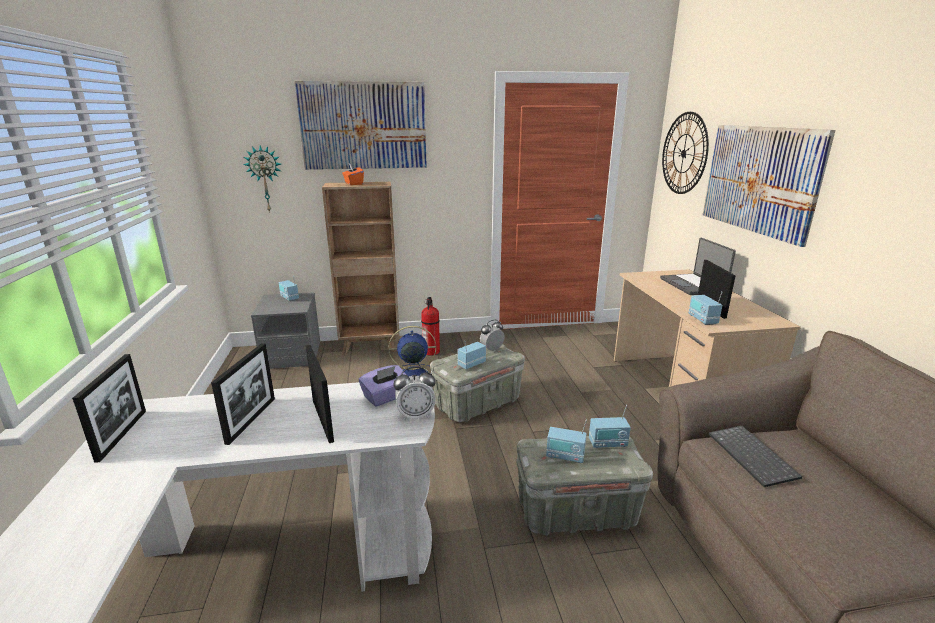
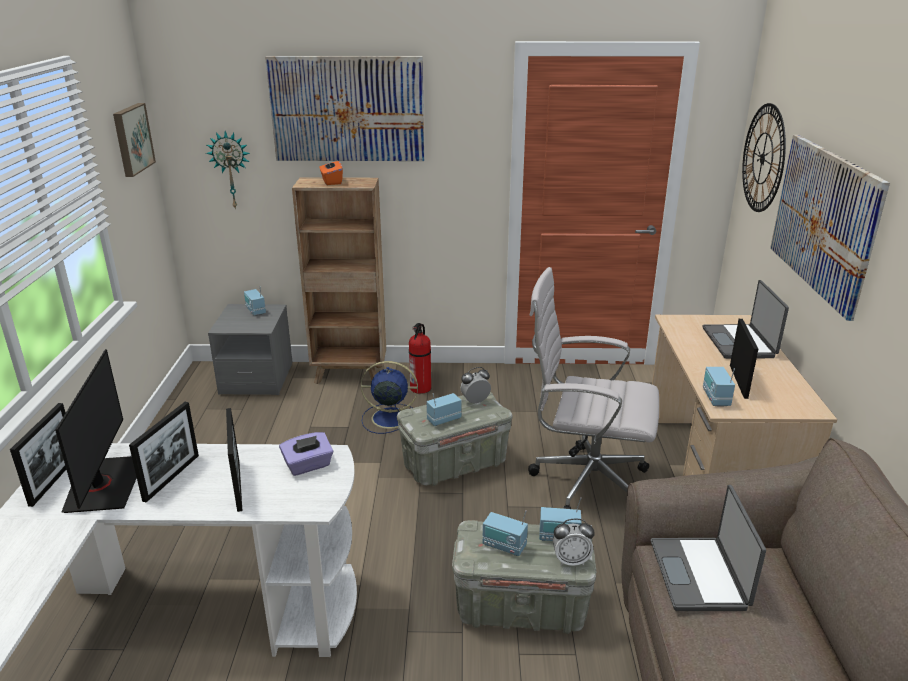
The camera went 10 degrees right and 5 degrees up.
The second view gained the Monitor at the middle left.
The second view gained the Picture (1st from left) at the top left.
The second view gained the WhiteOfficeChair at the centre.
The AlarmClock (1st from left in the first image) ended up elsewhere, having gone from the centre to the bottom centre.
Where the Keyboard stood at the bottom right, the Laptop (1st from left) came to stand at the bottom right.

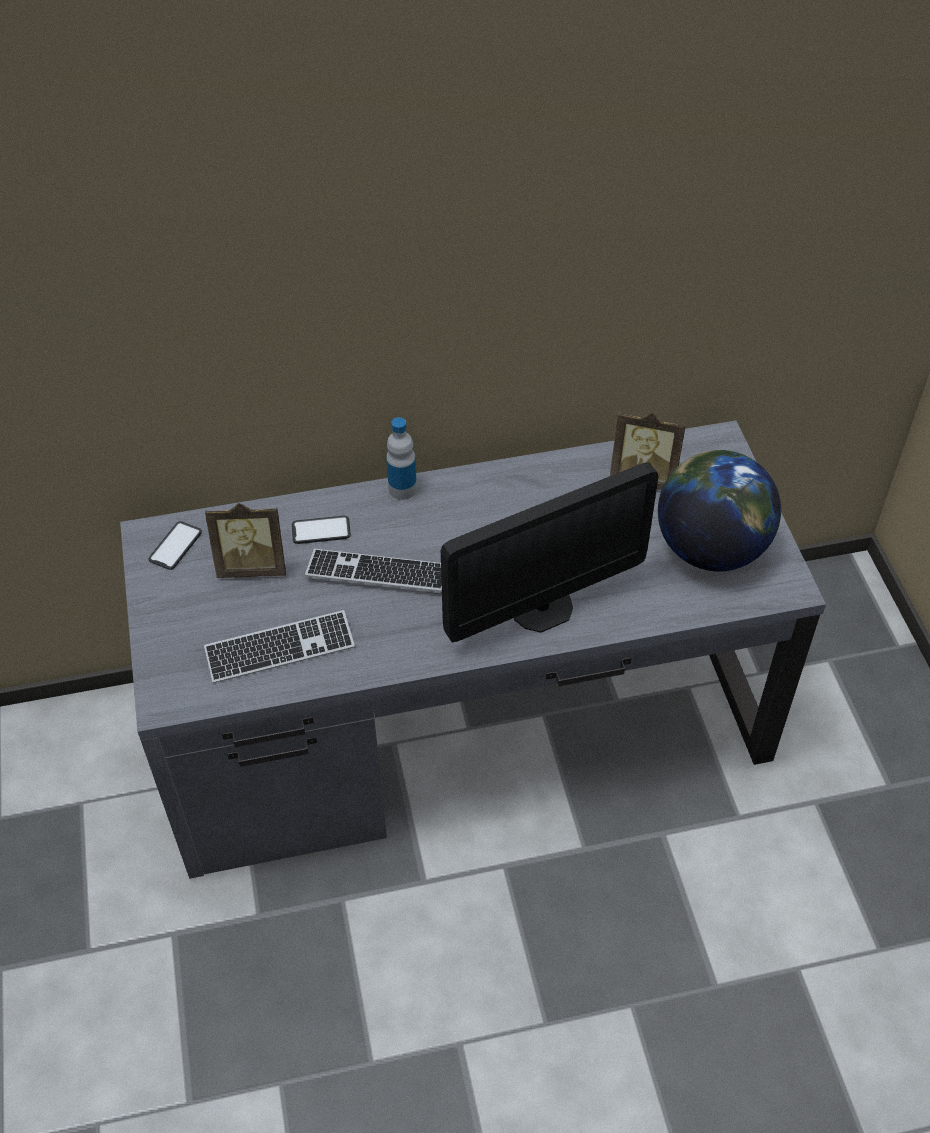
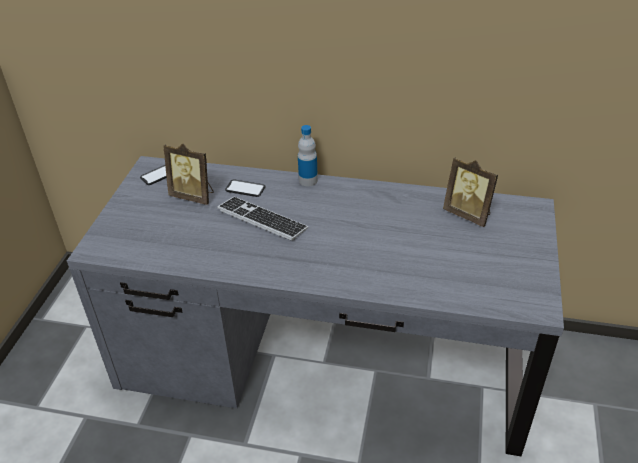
The camera went 25 degrees right and 10 degrees down.
The second view lost the Keyboard (1st from left) at the middle left.
The second view lost the Monitor at the centre.
The second view lost the Globe at the middle right.

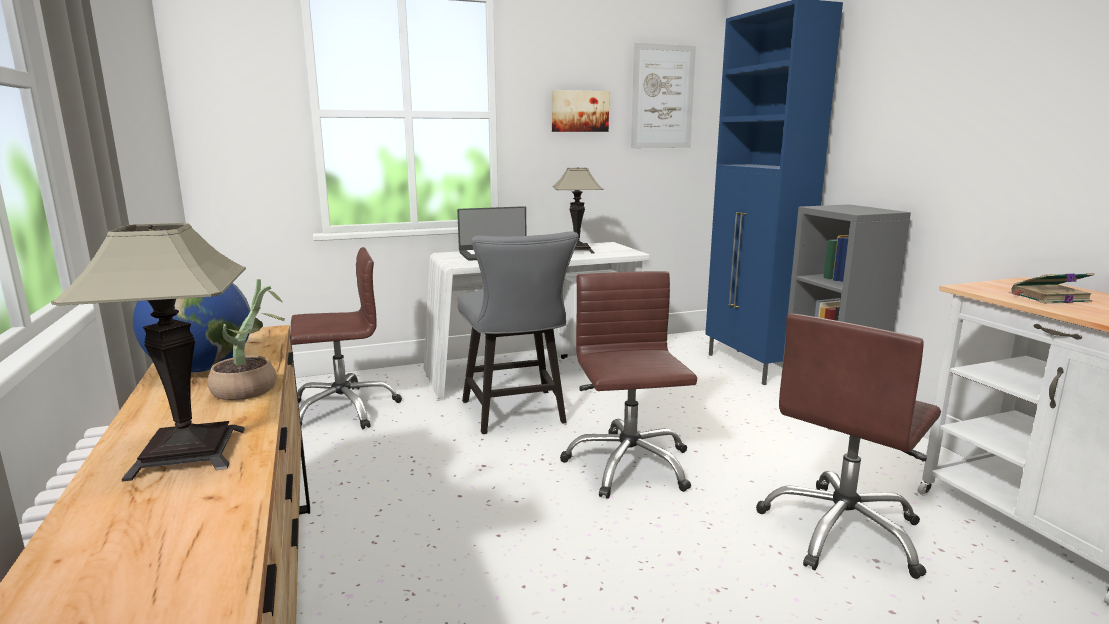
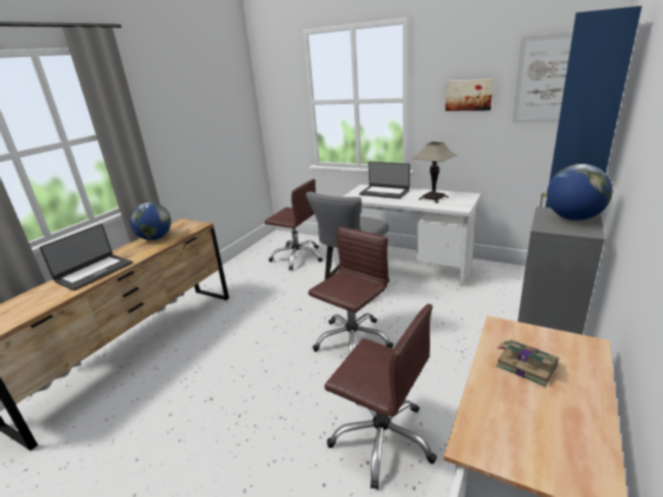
The camera went 50 degrees right and 10 degrees up.
Where the TableLamp (1st from left) stood at the middle left, the Laptop (1st from left) came to stand at the middle left.
The BrownOfficeChair (3rd from left) at the bottom right ended up facing another way, 150 degrees counterclockwise from before.
The second view gained the Globe (2nd from left) at the middle right.
The second view lost the PottedPlant at the middle left.

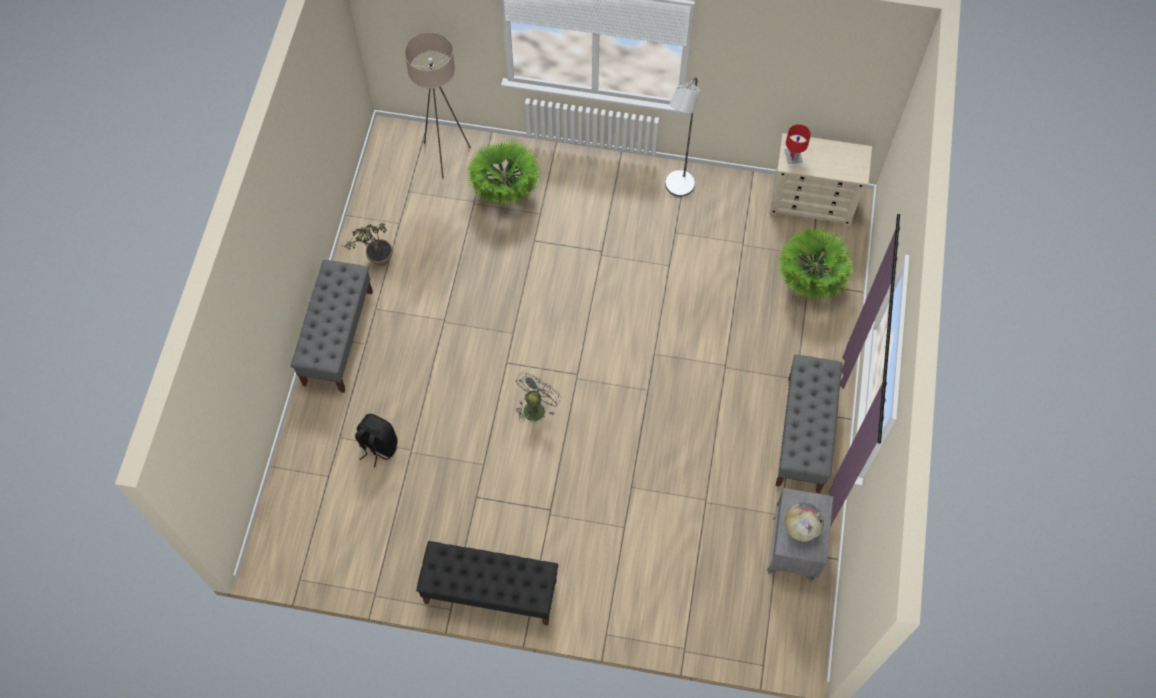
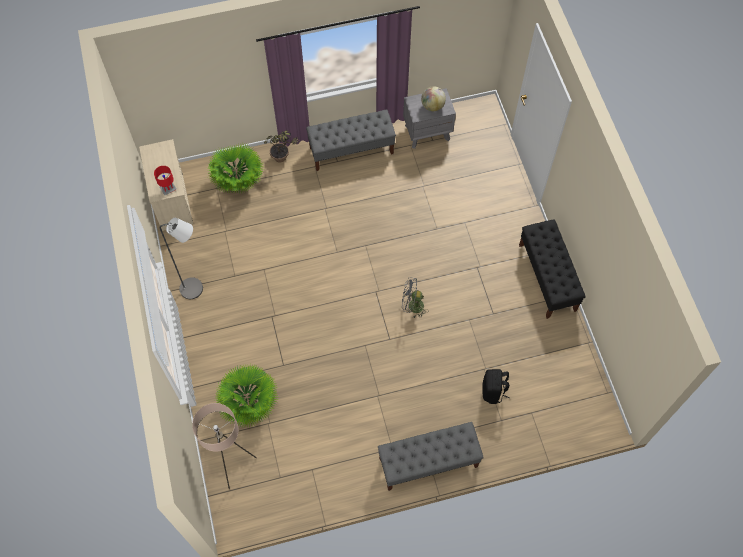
The camera went 115 degrees left and 0 degrees up.
The PottedPlant (1st from left in the first image) ended up elsewhere, having gone from the middle left to the top centre.

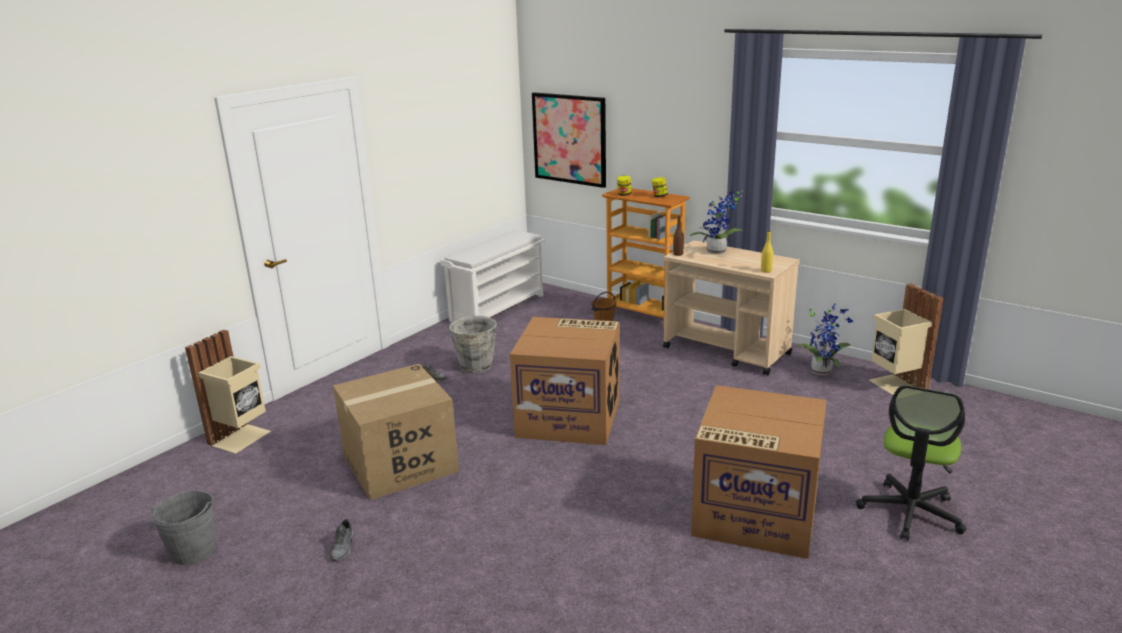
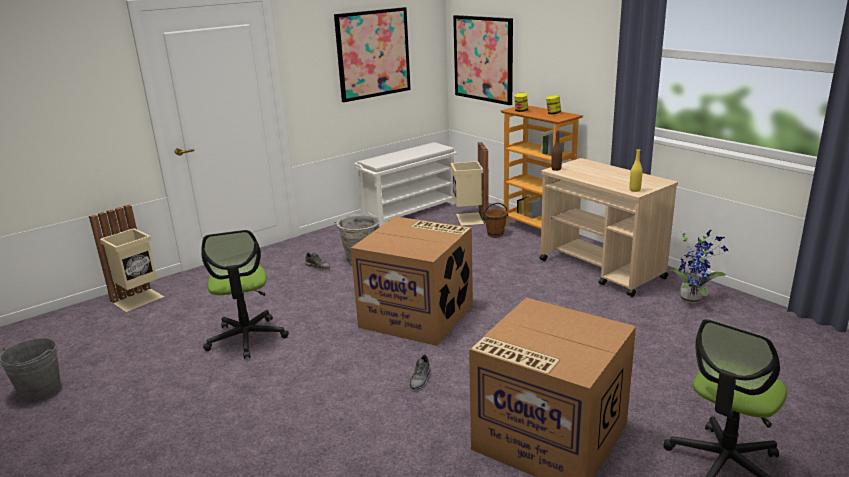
The camera went 15 degrees right and 0 degrees up.
Where the CardboardBox (1st from left) stood at the bottom centre, the OfficeChair (1st from left) came to stand at the middle left.
The second view gained the Picture (1st from left) at the top centre.
The GreyShoe (1st from left in the first image) ended up elsewhere, having gone from the bottom left to the bottom centre.
The BeigeTrashCan (2nd from left) ended up elsewhere, having gone from the middle right to the centre.
The second view lost the PottedPlant (1st from left) at the centre.

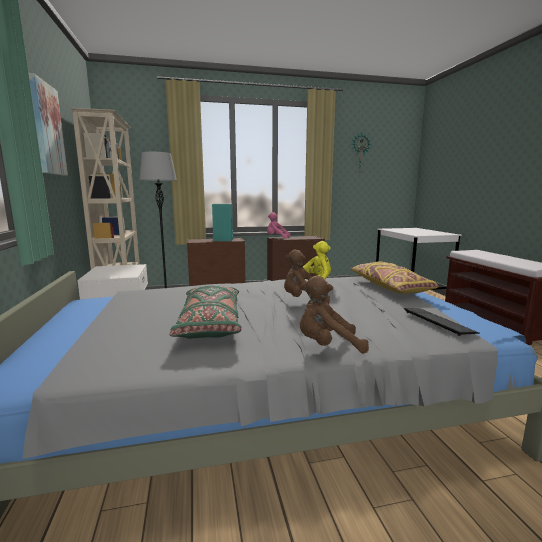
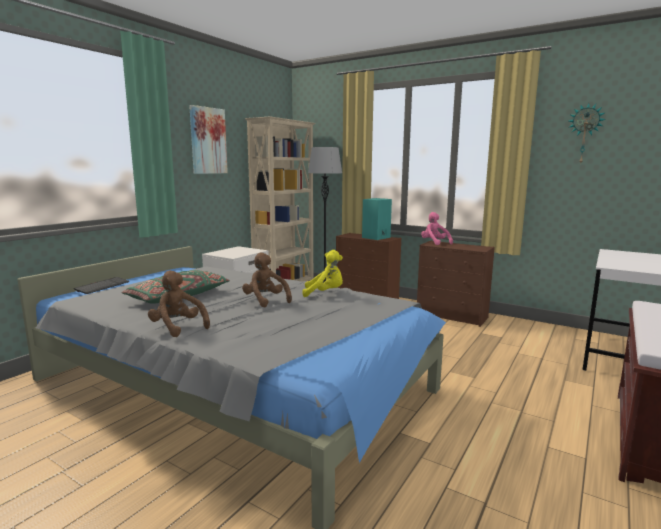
The camera went 45 degrees right and 0 degrees up.
The Keyboard ended up elsewhere, having gone from the middle right to the middle left.
The second view lost the YellowPillow at the middle right.

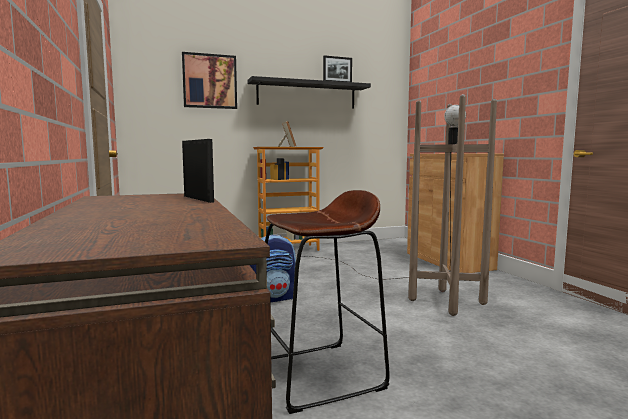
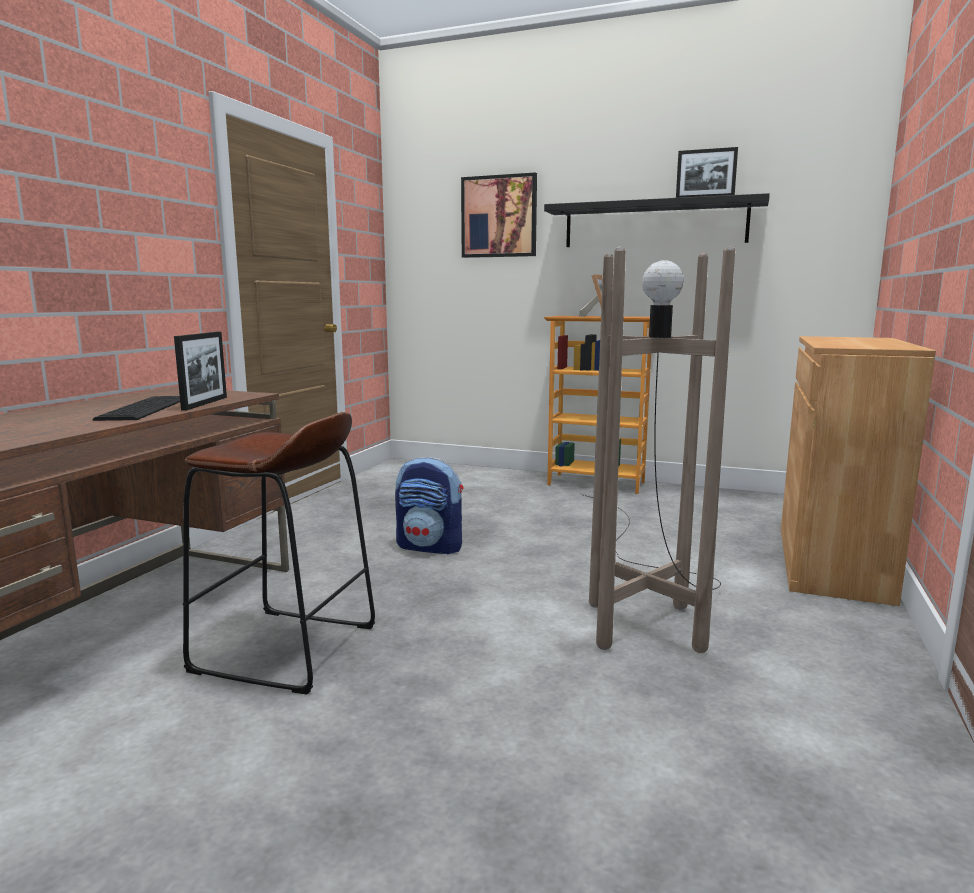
The camera went 40 degrees right and 5 degrees up.
The second view gained the Keyboard at the middle left.

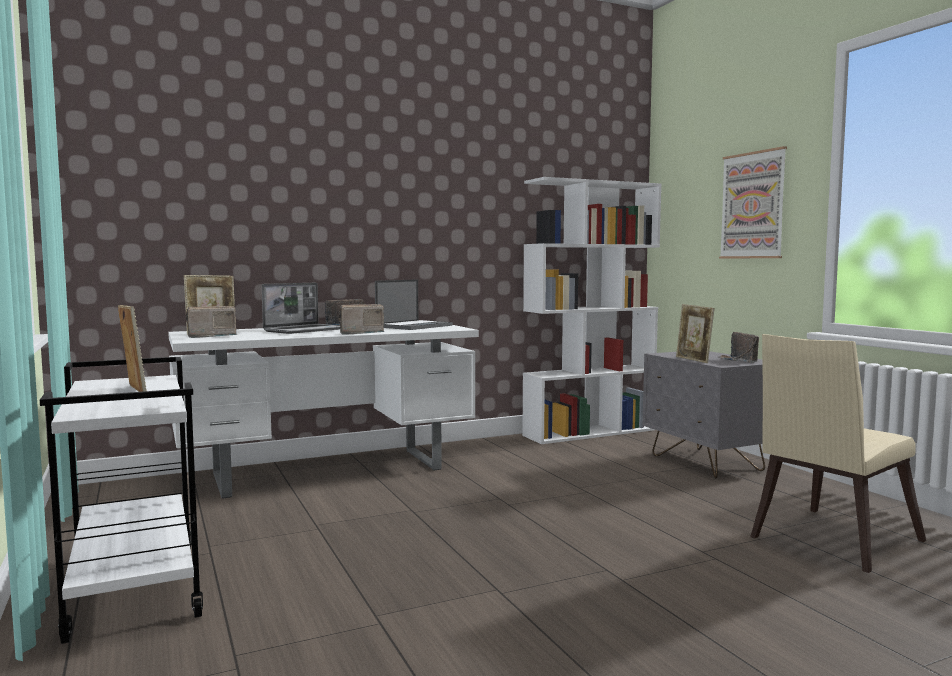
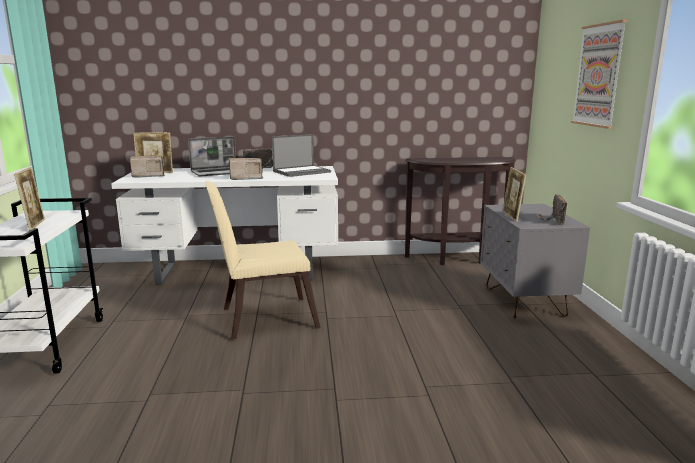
The camera went 20 degrees right and 10 degrees up.
The BeigeChair ended up elsewhere, having gone from the bottom right to the centre.
Where the WhiteBookcase stood at the centre, the BrownConsoleTable came to stand at the centre.

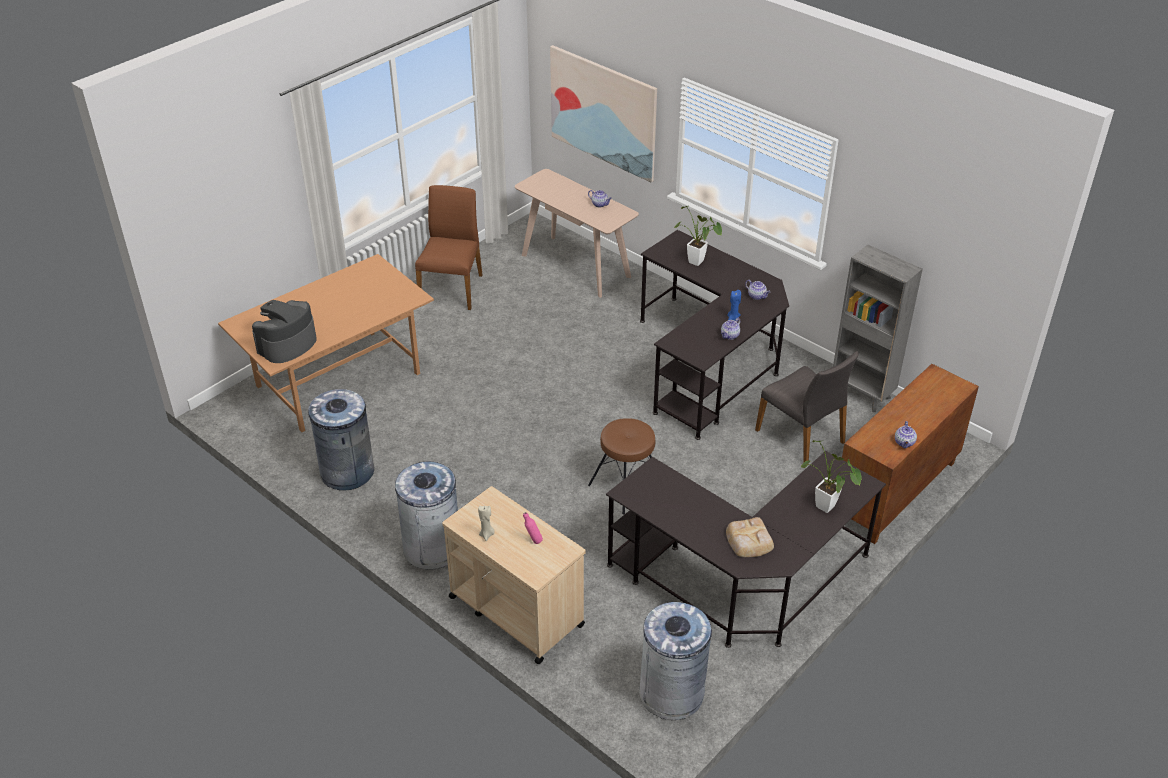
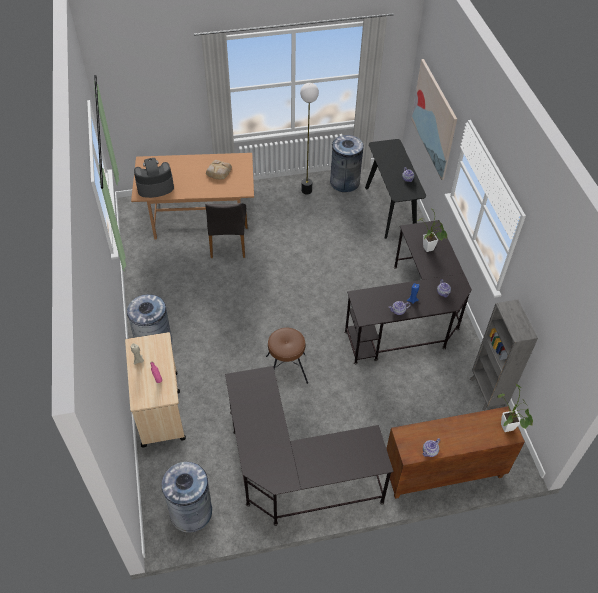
The camera went 35 degrees right and 10 degrees up.
The GreyChair ended up elsewhere, having gone from the middle right to the centre.
The Bread ended up elsewhere, having gone from the bottom centre to the top centre.
Where the BrownChair stood at the top centre, the FloorLamp came to stand at the top centre.
The GreyTrashCan (1st from left in the first image) ended up elsewhere, having gone from the middle left to the top centre.
What was the BeigeConsoleTable at the top centre turned into the BlackConsoleTable at the top centre.
The PottedPlant (2nd from left) ended up elsewhere, having gone from the middle right to the bottom right.

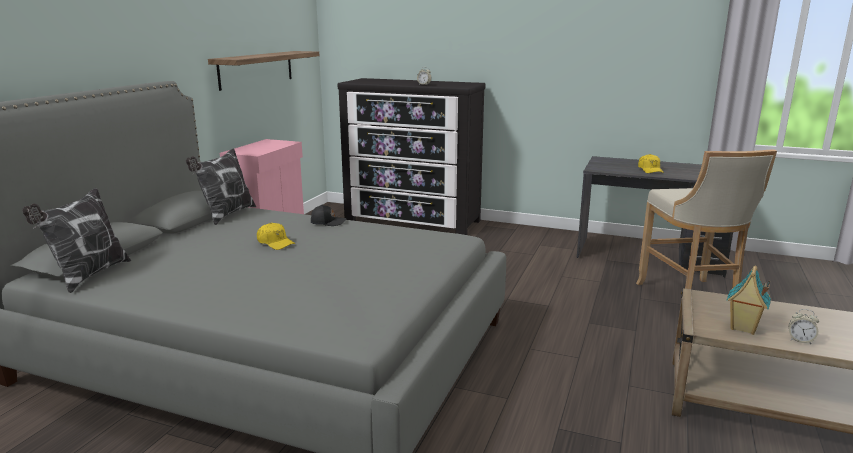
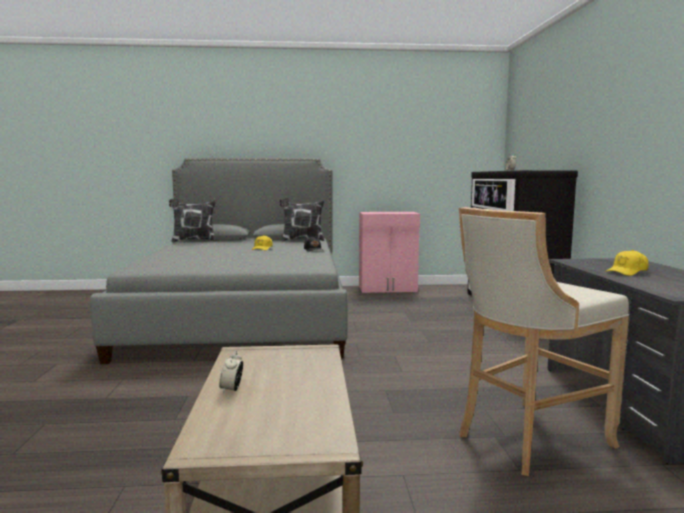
The camera went 65 degrees right and 10 degrees down.
The second view lost the Shelf at the top left.
The second view lost the ToyHouse at the middle right.

